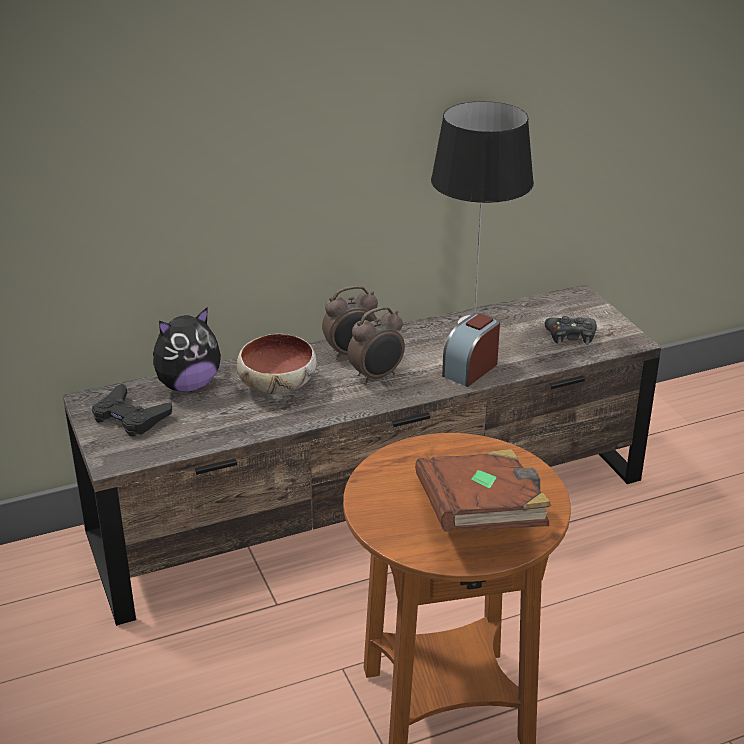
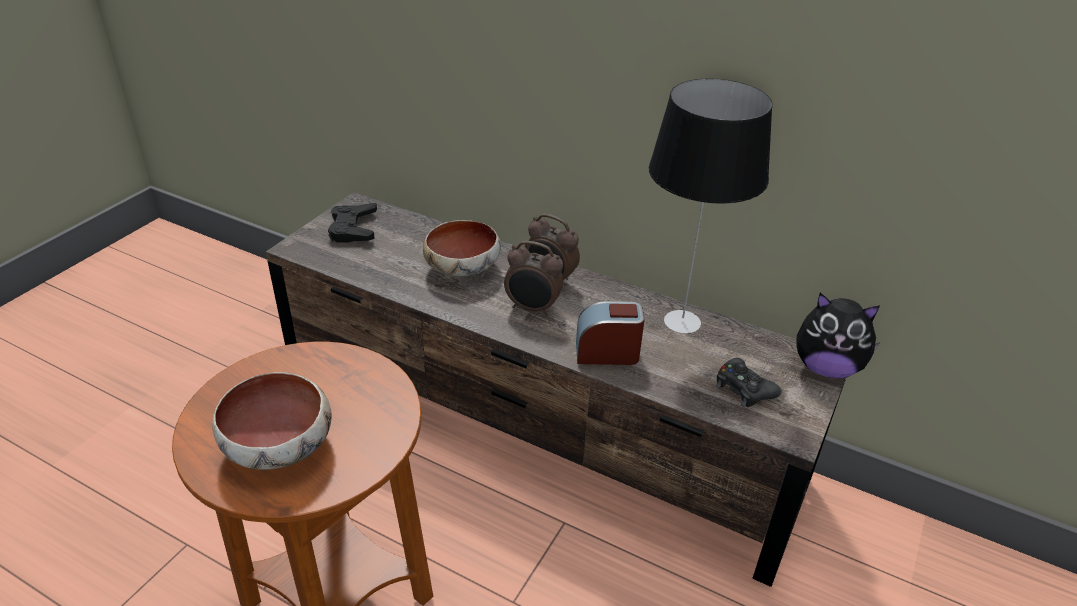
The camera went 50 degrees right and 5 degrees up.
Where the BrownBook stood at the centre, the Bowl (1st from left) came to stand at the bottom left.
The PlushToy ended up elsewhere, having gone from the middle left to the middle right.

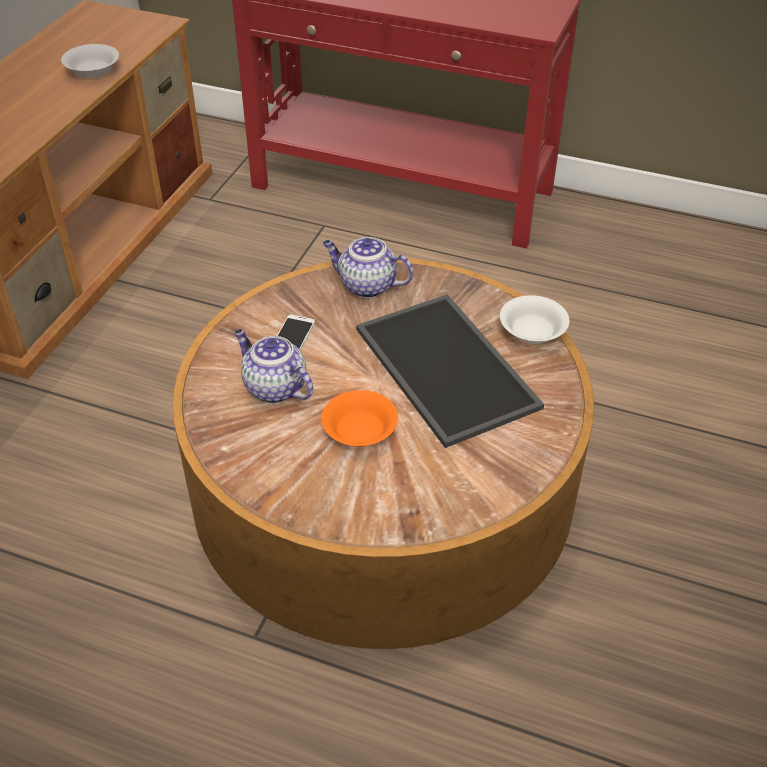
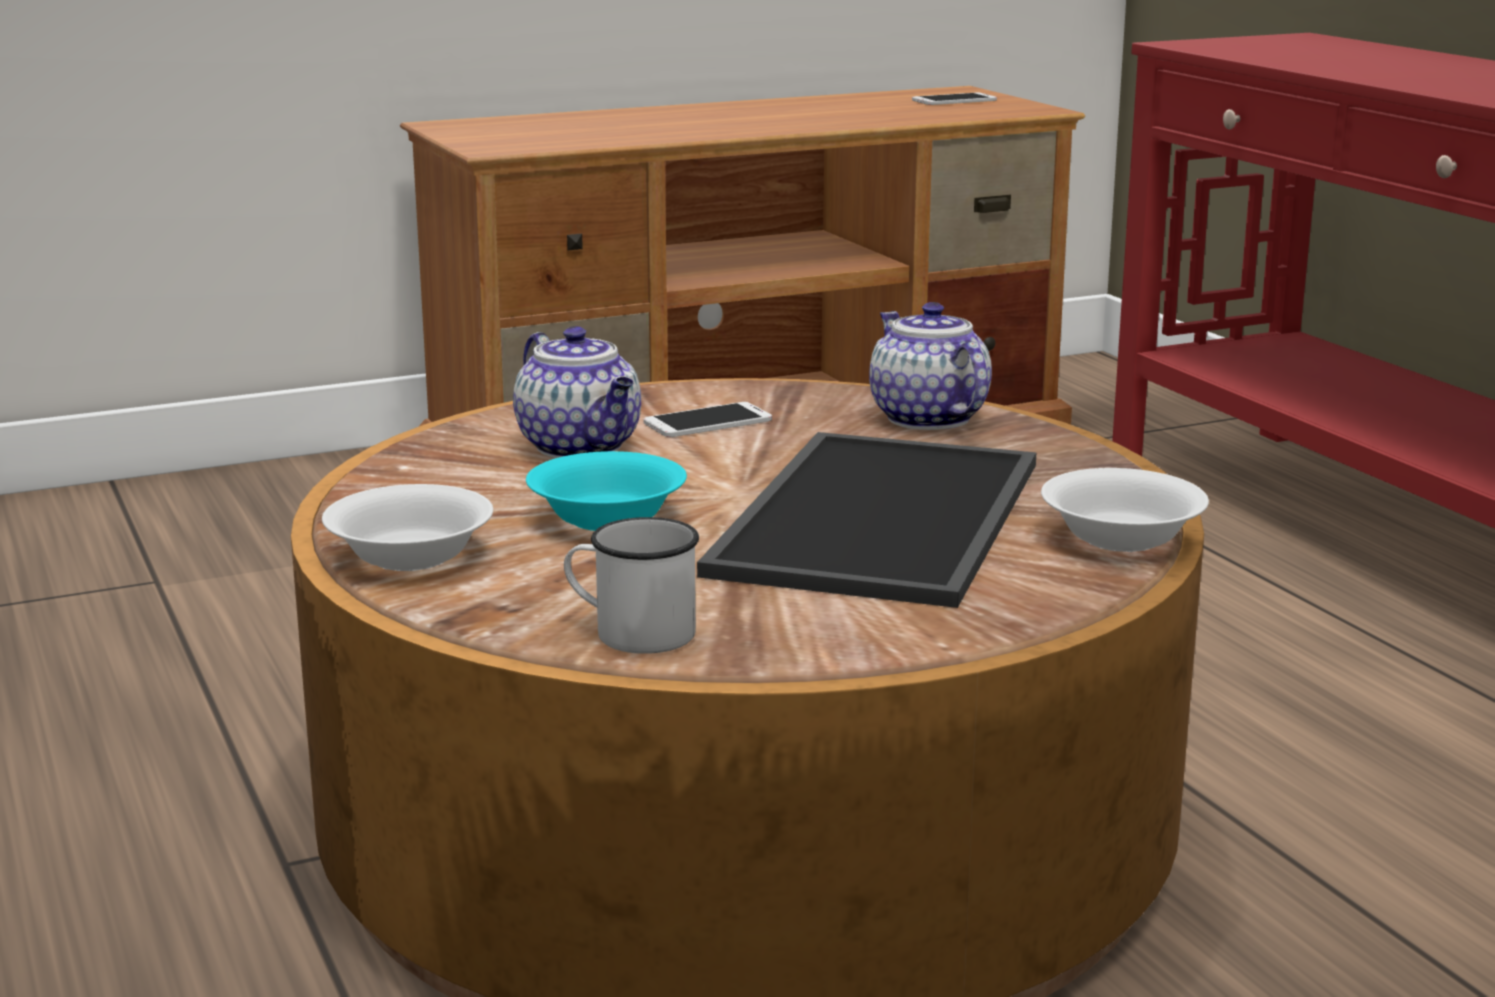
The camera went 45 degrees right and 25 degrees down.
The WhiteBowl (1st from left) ended up elsewhere, having gone from the top left to the middle left.
The Teapot (1st from left) at the centre ended up facing another way, 150 degrees clockwise from before.
What was the OrangeBowl at the centre turned into the TurquoiseBowl at the centre.
The second view gained the WhiteMug at the centre.
The second view gained the Phone (2nd from left) at the top centre.

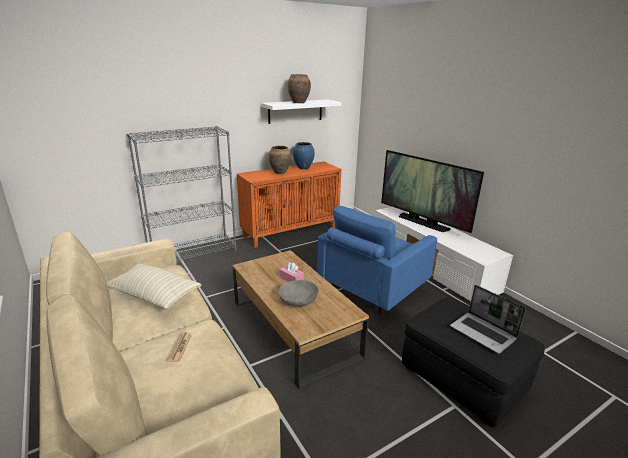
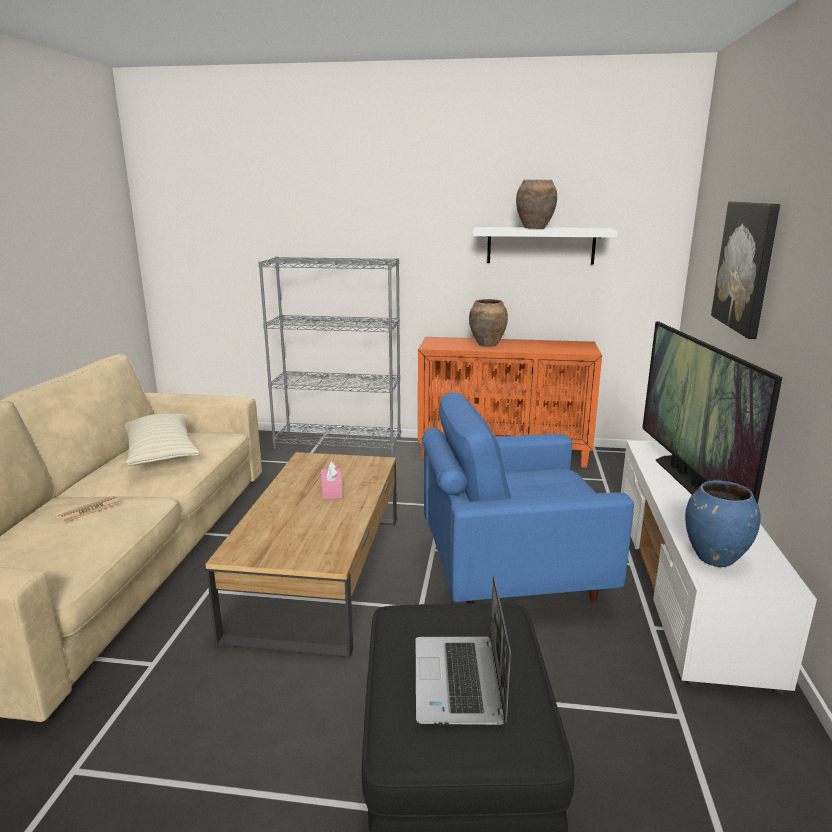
The camera went 40 degrees right and 5 degrees down.
The BlueVase ended up elsewhere, having gone from the centre to the middle right.
The second view gained the Picture at the top right.
The second view lost the GreyBowl at the centre.

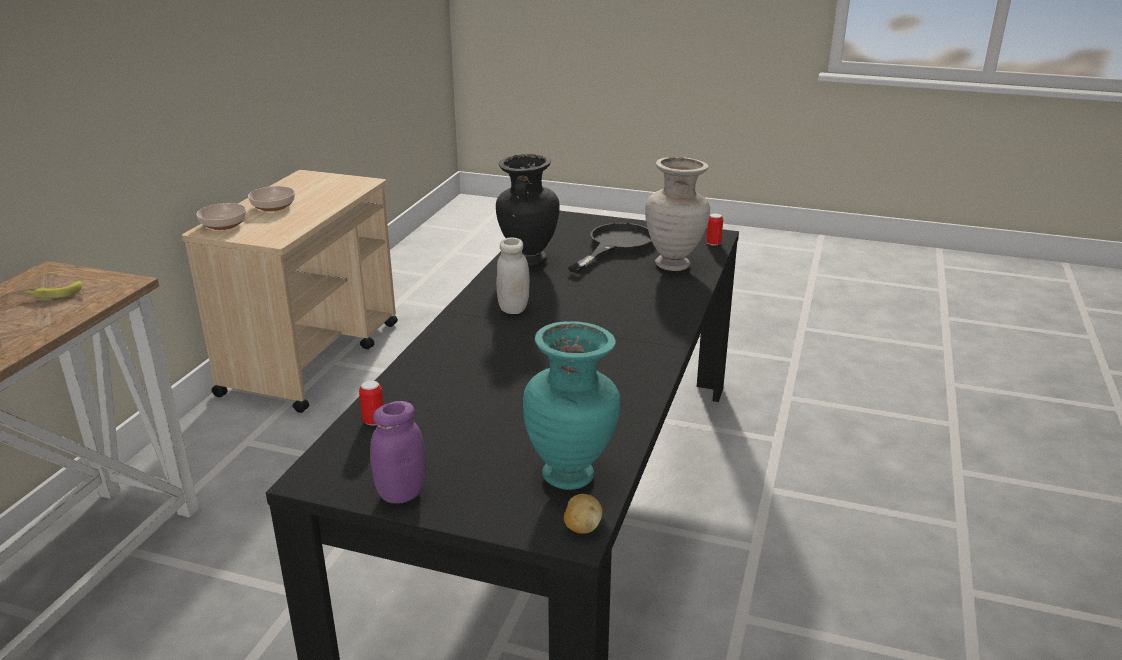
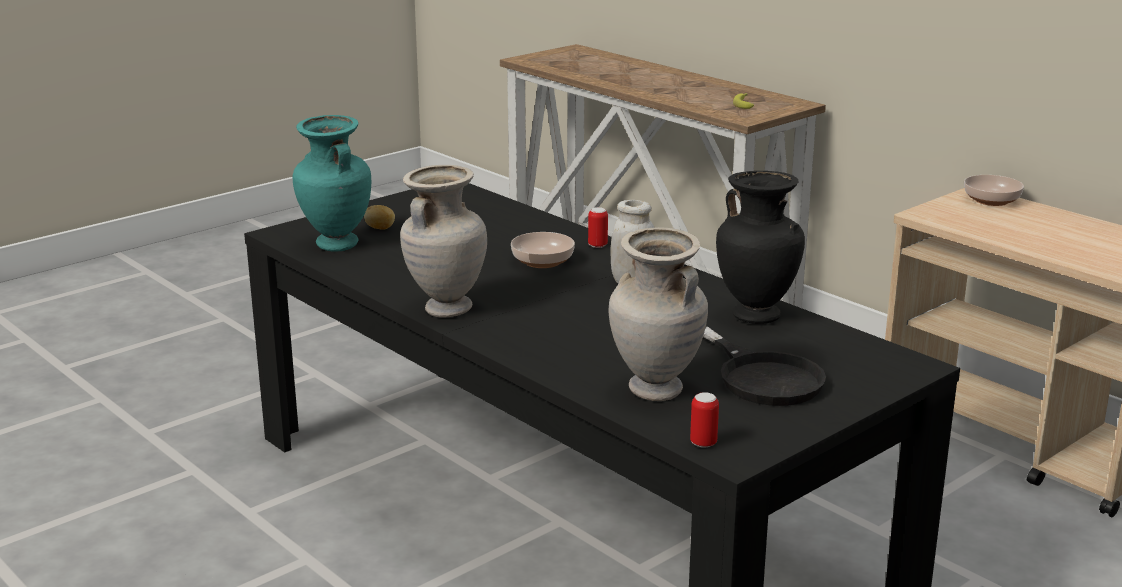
The camera went 120 degrees right and 5 degrees down.
The Potato ended up elsewhere, having gone from the bottom centre to the centre.
The second view gained the BeigeVase (1st from left) at the centre.
The Bowl (2nd from left in the first image) ended up elsewhere, having gone from the top left to the centre.
The Can (1st from left) ended up elsewhere, having gone from the middle left to the centre.
The second view lost the PurpleJar at the bottom centre.

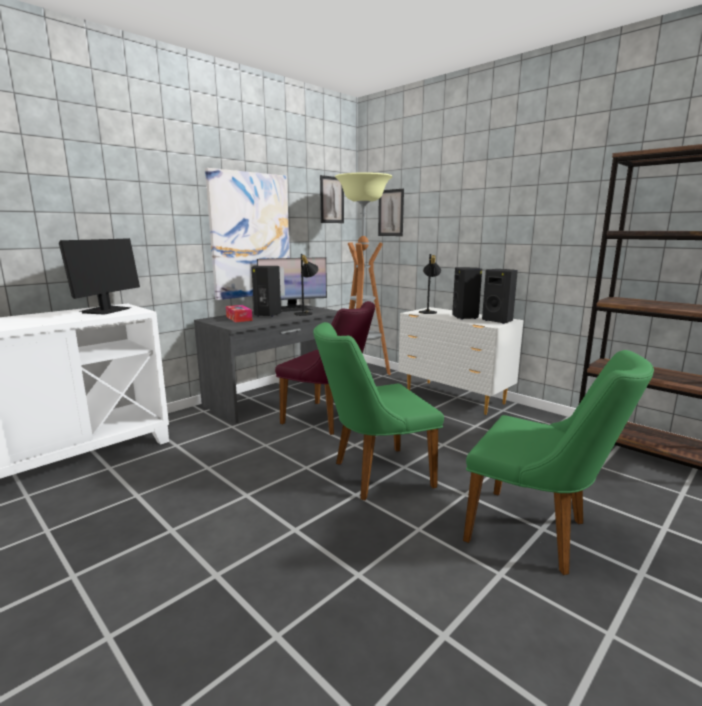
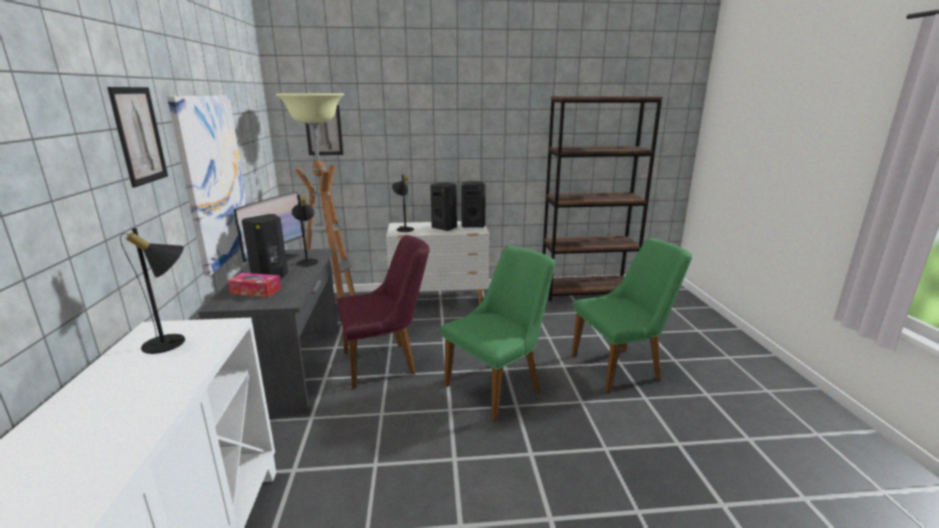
The camera went 50 degrees left and 5 degrees up.
The Picture (2nd from left in the first image) ended up elsewhere, having gone from the top centre to the top left.
Where the Monitor (1st from left) stood at the middle left, the BlackTableLamp (1st from left) came to stand at the middle left.
The GreenChair (1st from left) at the centre ended up facing another way, 150 degrees counterclockwise from before.

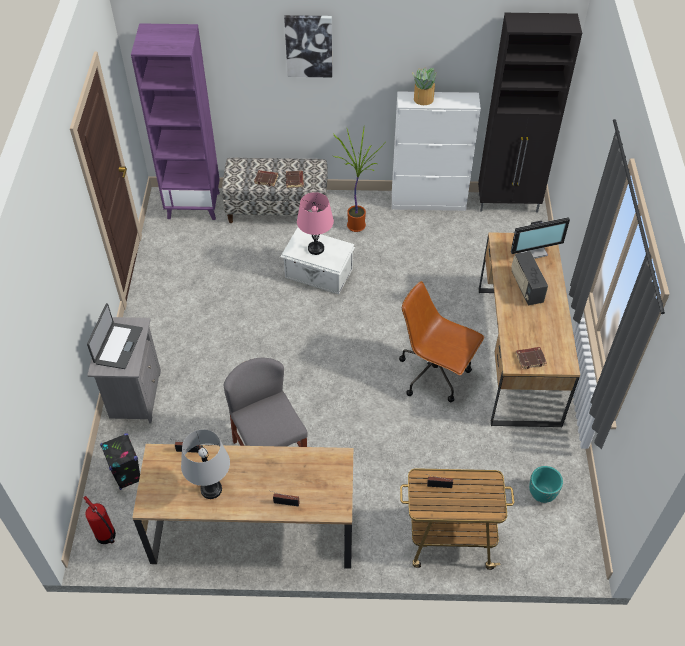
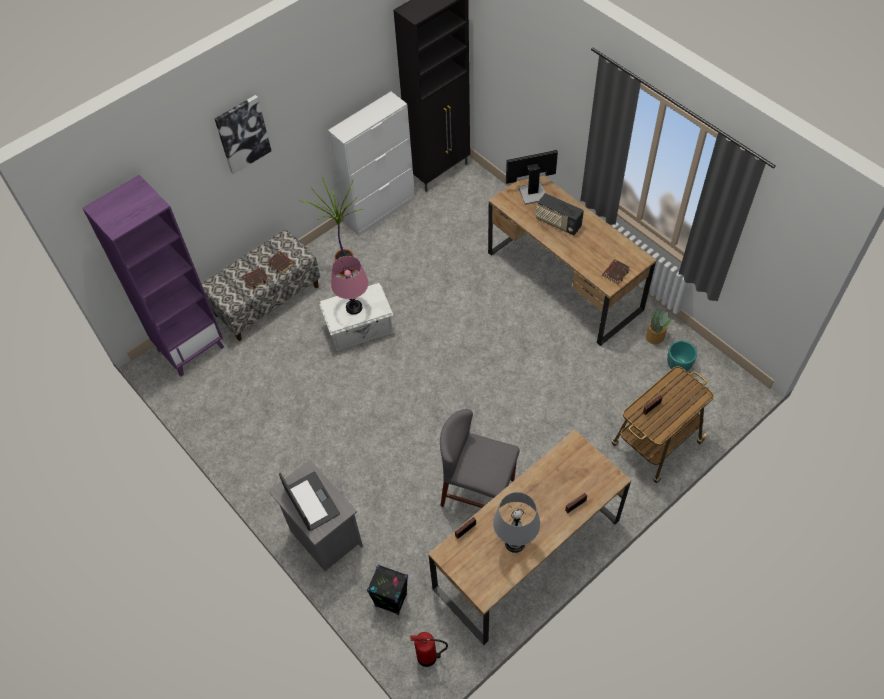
The camera went 40 degrees left and 5 degrees up.
The Monitor at the middle right ended up facing another way, 135 degrees counterclockwise from before.
The PottedPlant (2nd from left) ended up elsewhere, having gone from the top centre to the middle right.
The second view lost the BrownOfficeChair at the centre.

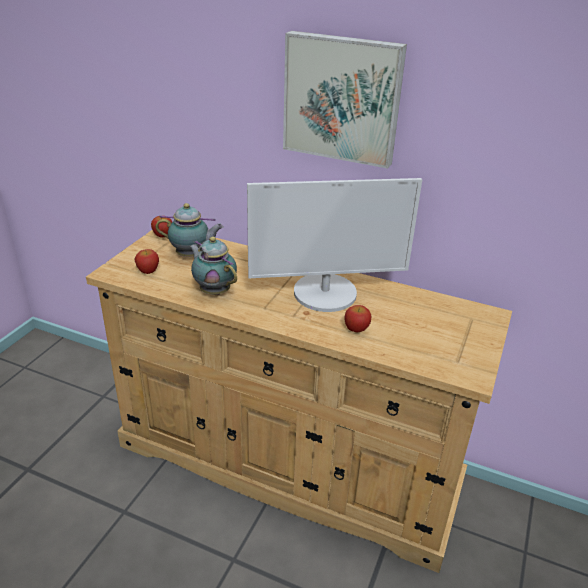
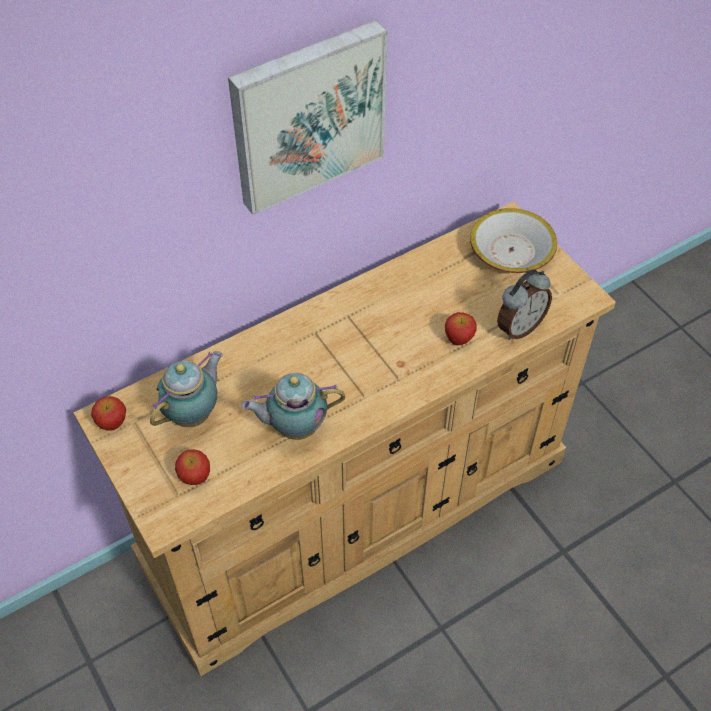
The camera went 55 degrees left and 20 degrees up.
The second view gained the Bowl at the middle right.
The second view gained the AlarmClock at the middle right.
The second view lost the Monitor at the centre.

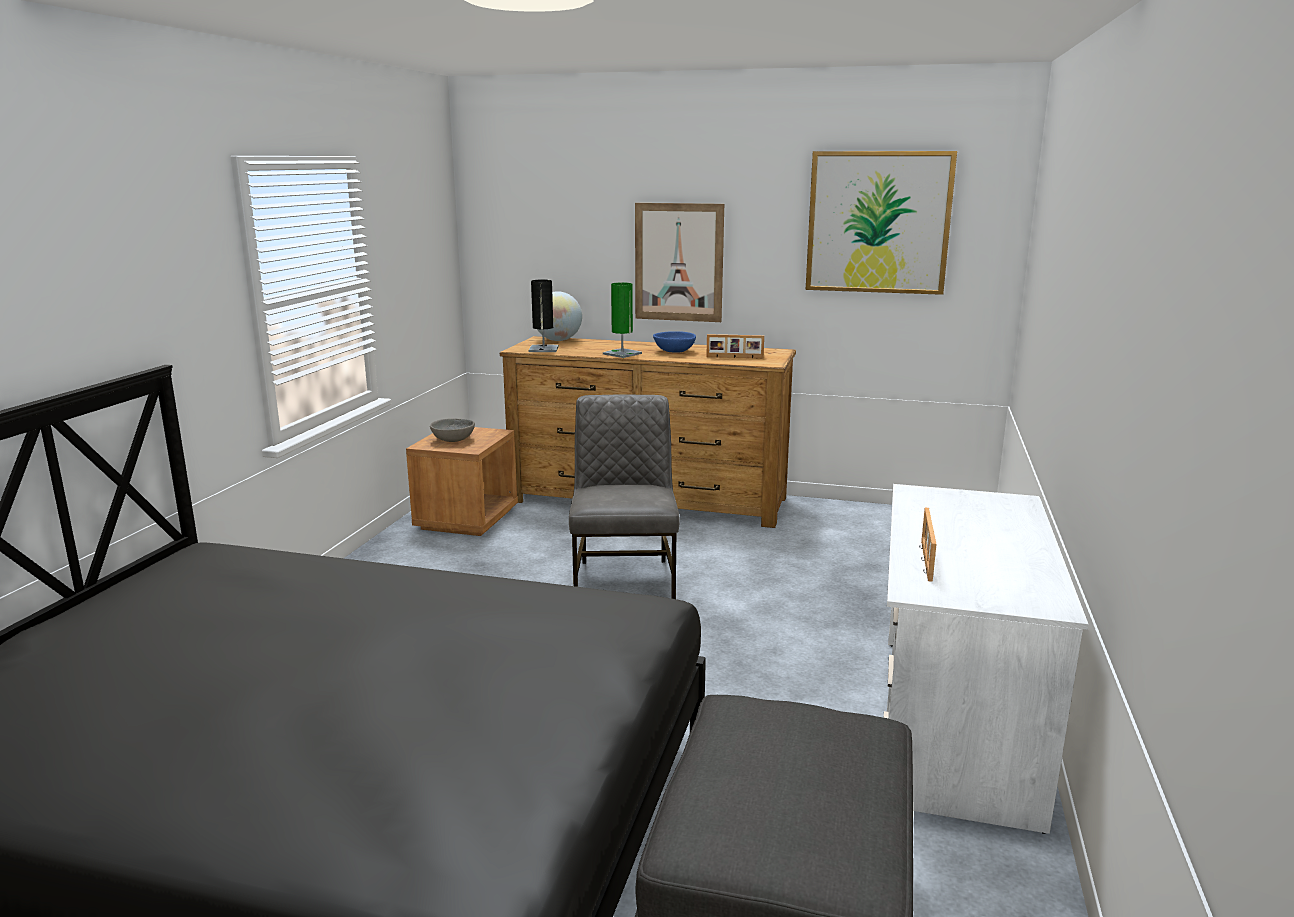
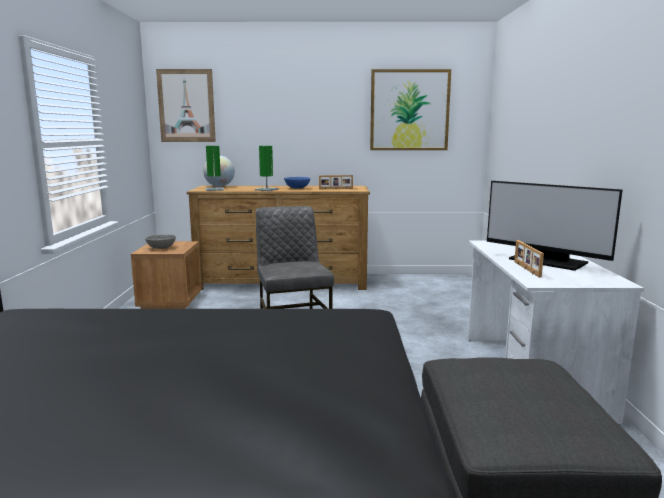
The camera went 15 degrees left and 5 degrees down.
The Picture (1st from left) ended up elsewhere, having gone from the top centre to the top left.
What was the BlackTableLamp at the centre turned into the GreenTableLamp (1st from left) at the middle left.
The second view gained the Monitor at the middle right.

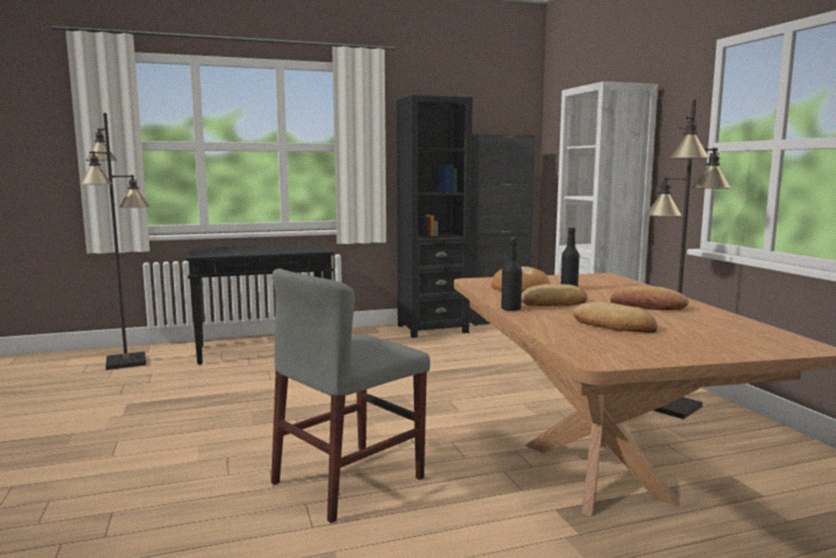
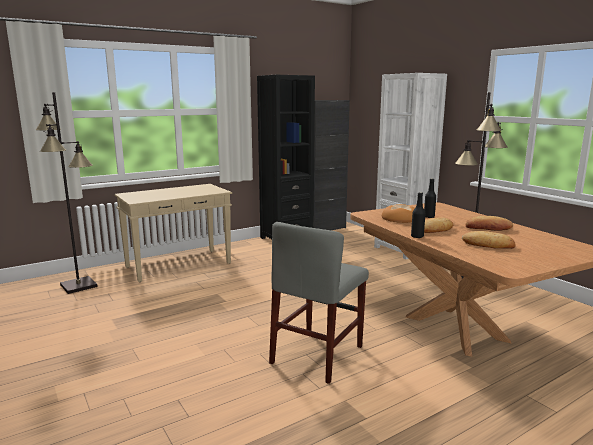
The camera went 15 degrees left and 5 degrees up.
What was the BlackConsoleTable at the middle left turned into the BeigeConsoleTable at the middle left.

